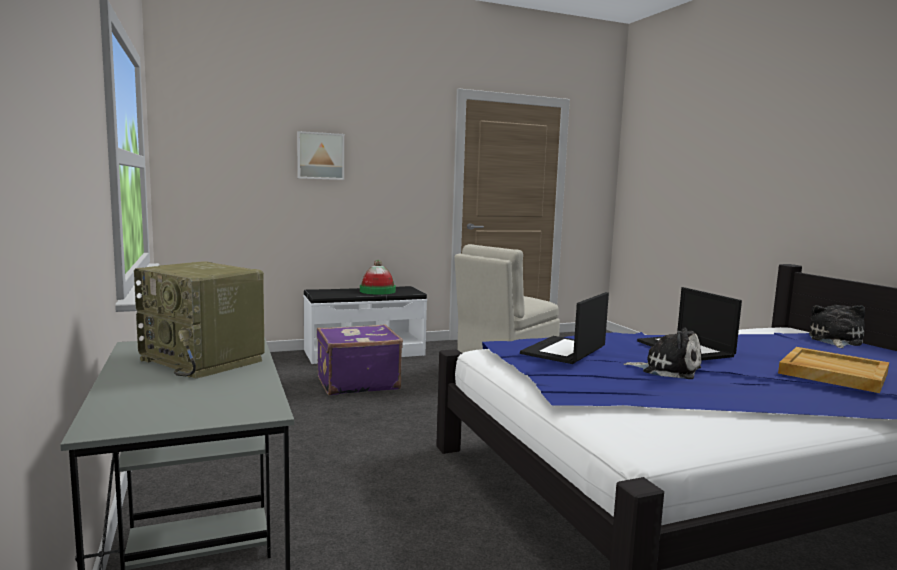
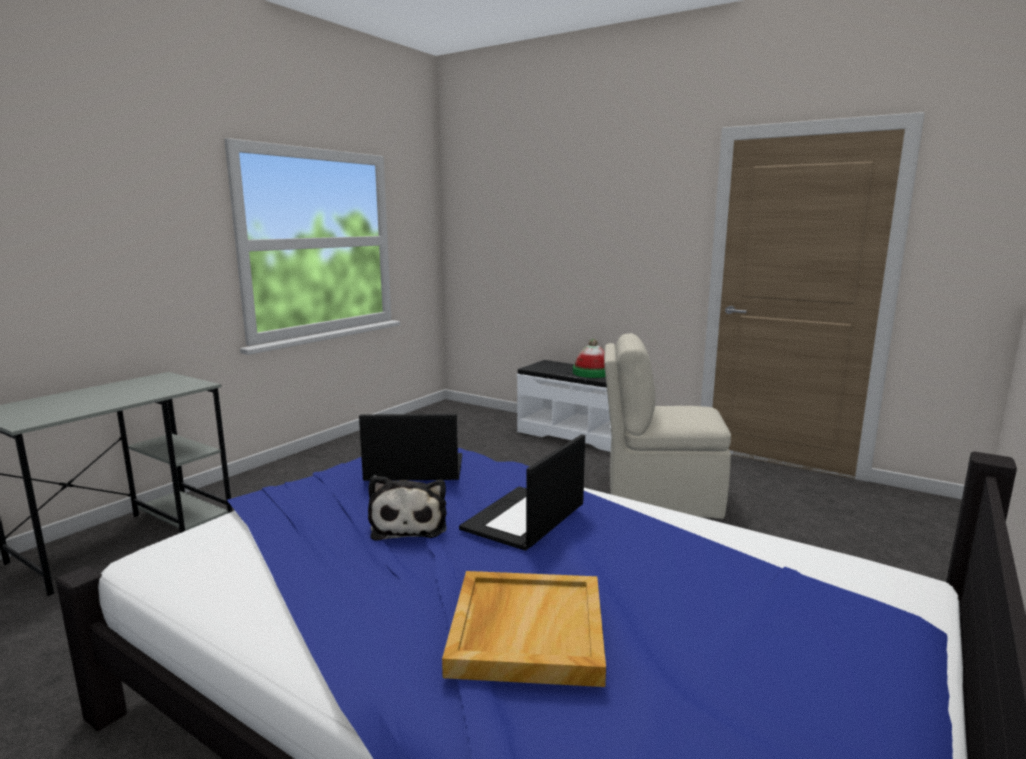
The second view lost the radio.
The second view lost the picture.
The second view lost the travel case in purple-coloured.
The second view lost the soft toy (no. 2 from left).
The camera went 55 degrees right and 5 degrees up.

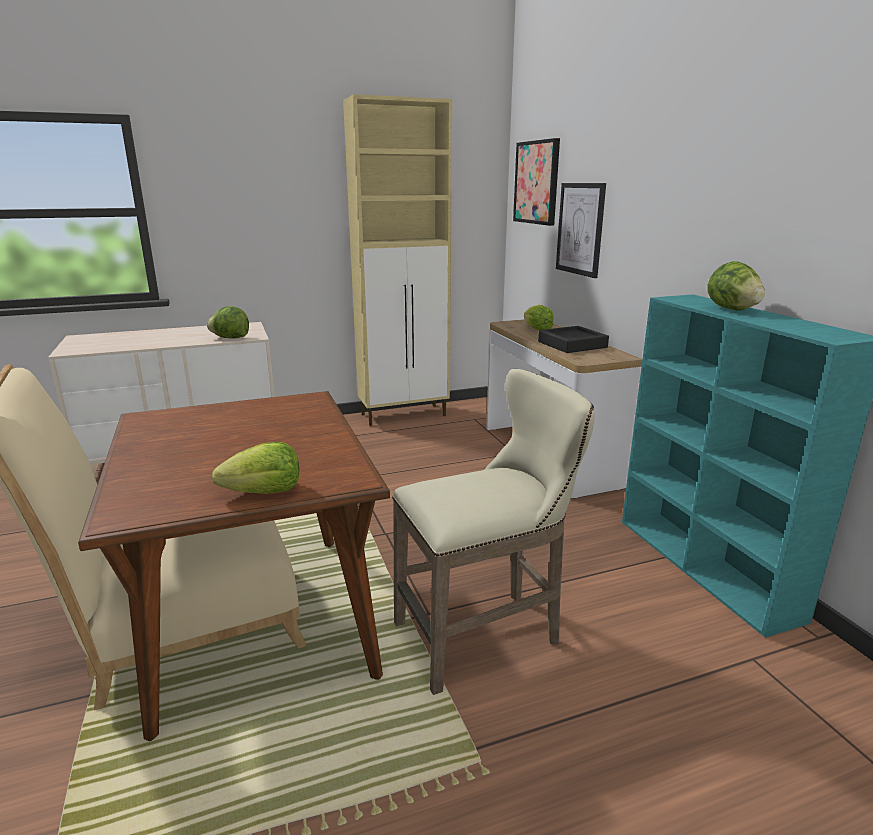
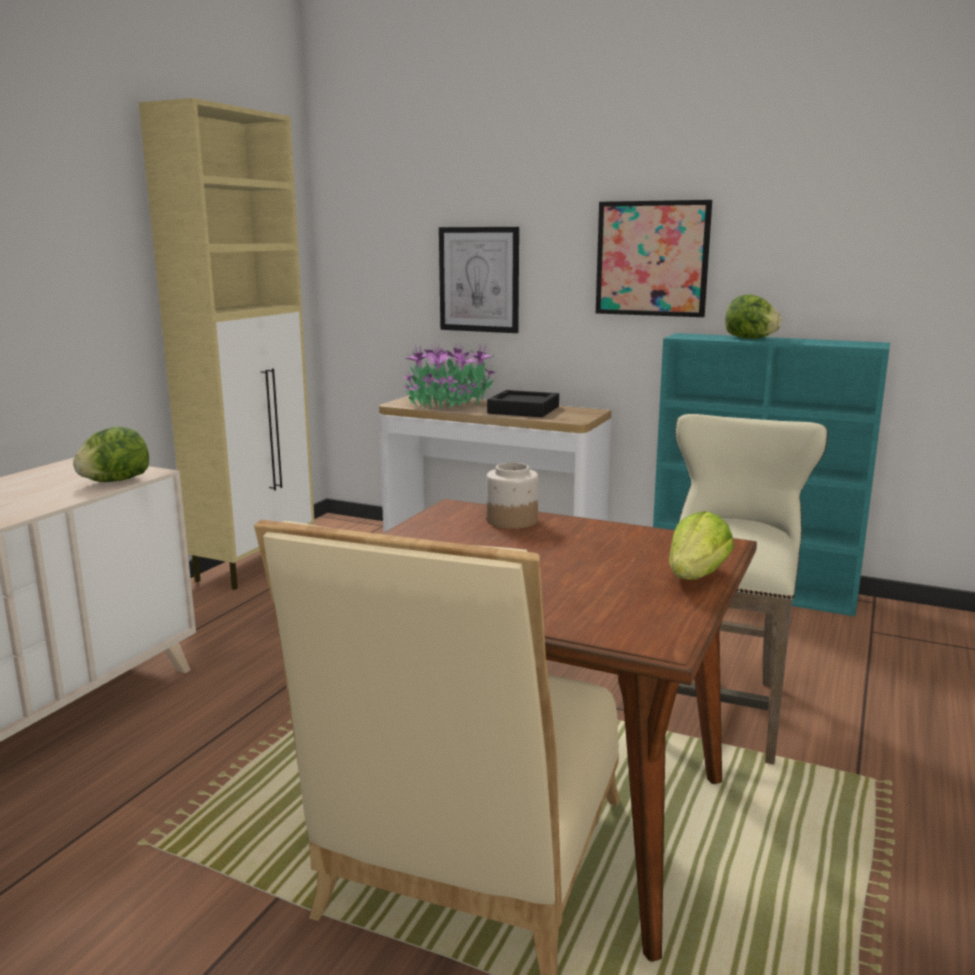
Where the lettuce head (no. 3 from left) stood, the potted plant came to stand.
The second view gained the preserve jar.
The picture (no. 1 from left in the first image) ended up elsewhere.
The camera went 45 degrees left and 5 degrees down.

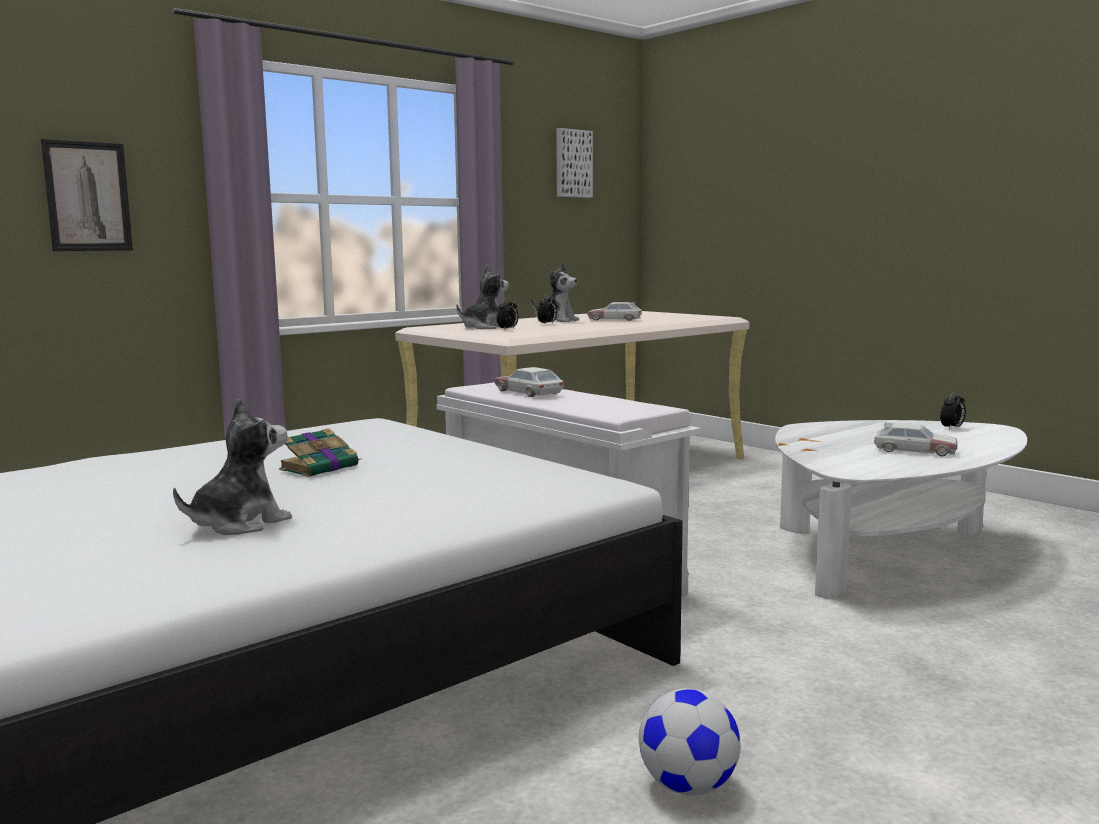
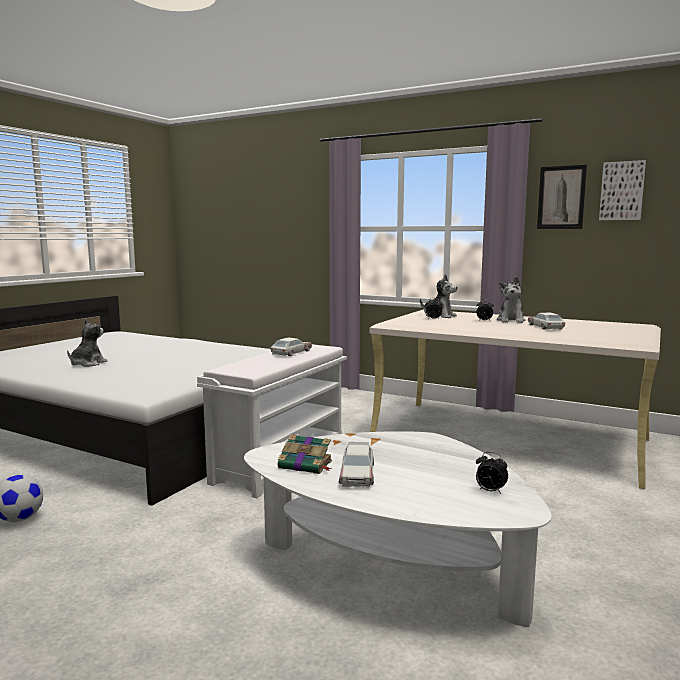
The soft toy (no. 1 from left) ended up facing another way, 90 degrees counterclockwise from before.
The bound book ended up elsewhere.
The picture (no. 1 from left) ended up elsewhere.
The camera went 70 degrees right and 0 degrees up.

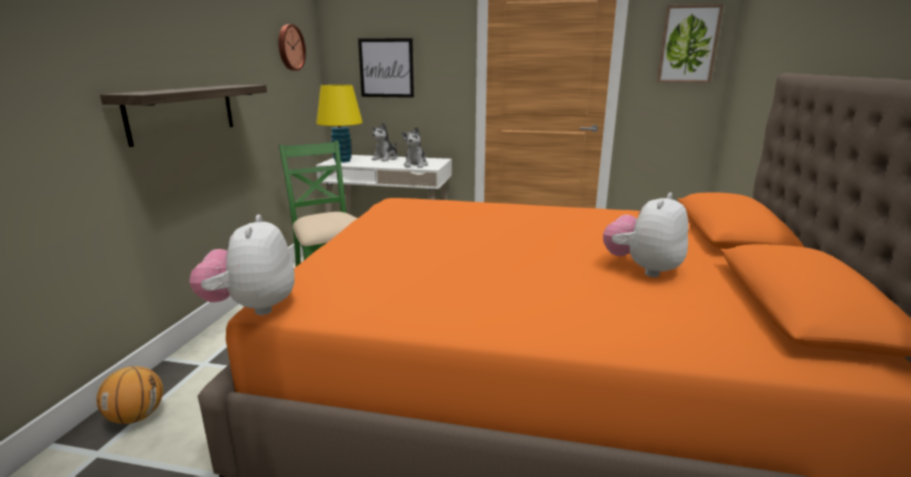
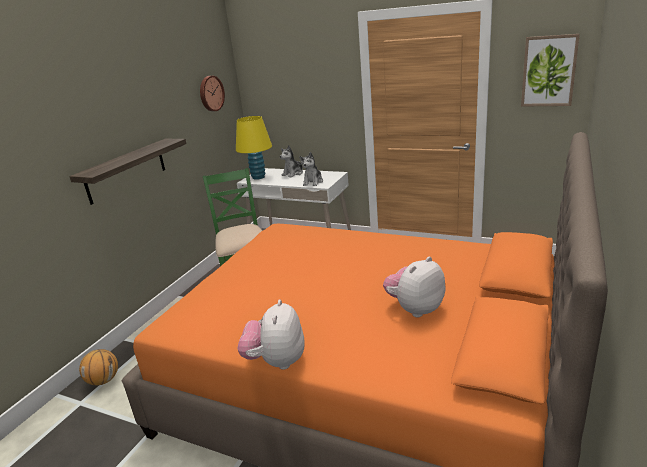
The soft toy (no. 1 from left) ended up elsewhere.
The second view lost the picture (no. 1 from left).
The camera went 15 degrees right and 5 degrees up.

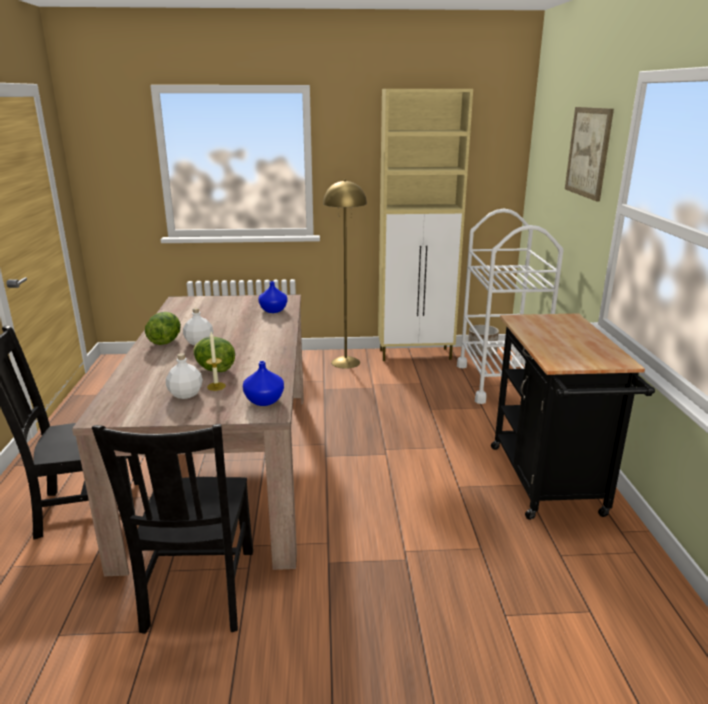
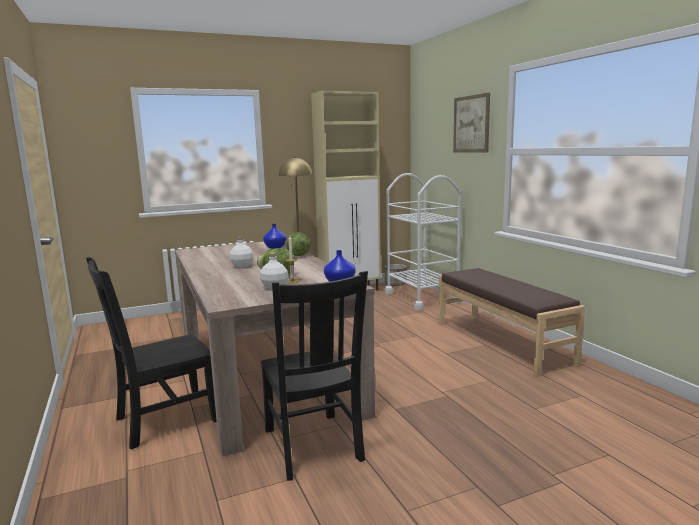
The lettuce head (no. 1 from left in the first image) ended up elsewhere.
Where the trolley in black-coloured stood, the bench in brownish came to stand.
The camera went 20 degrees left and 10 degrees down.

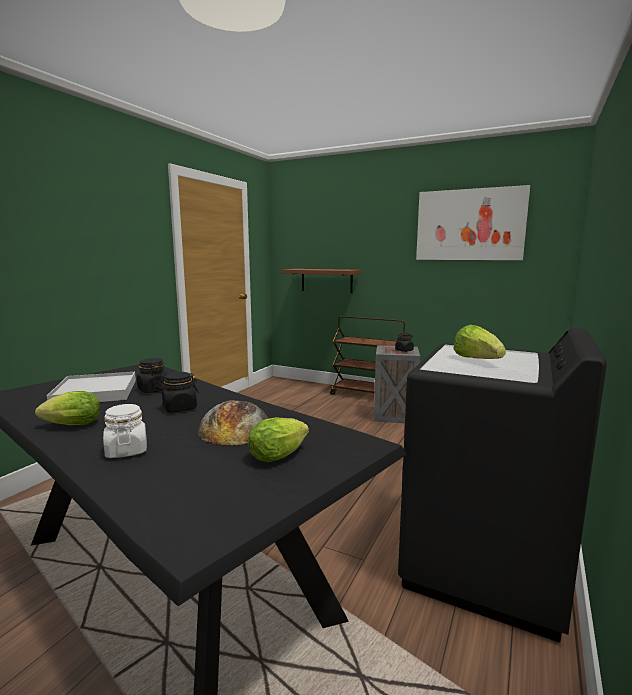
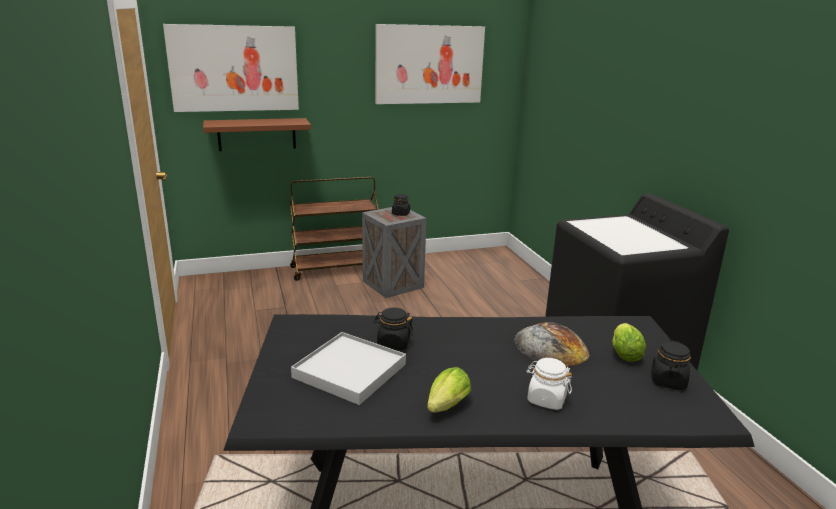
The second view gained the picture (no. 1 from left).
The preserve jar in black-coloured (no. 2 from left in the first image) ended up elsewhere.
The second view lost the lettuce head (no. 3 from left).
The camera went 45 degrees left and 10 degrees up.

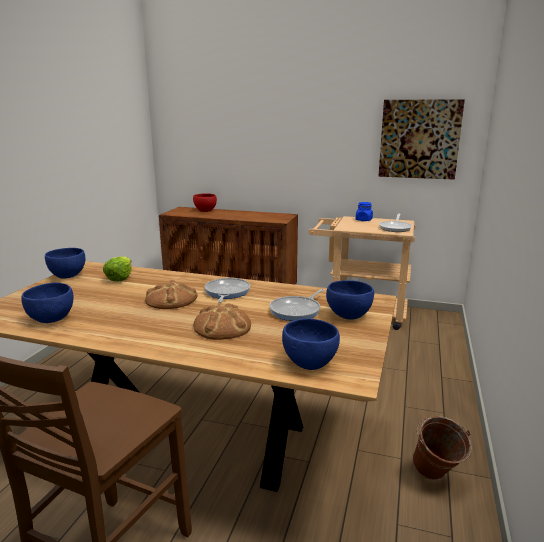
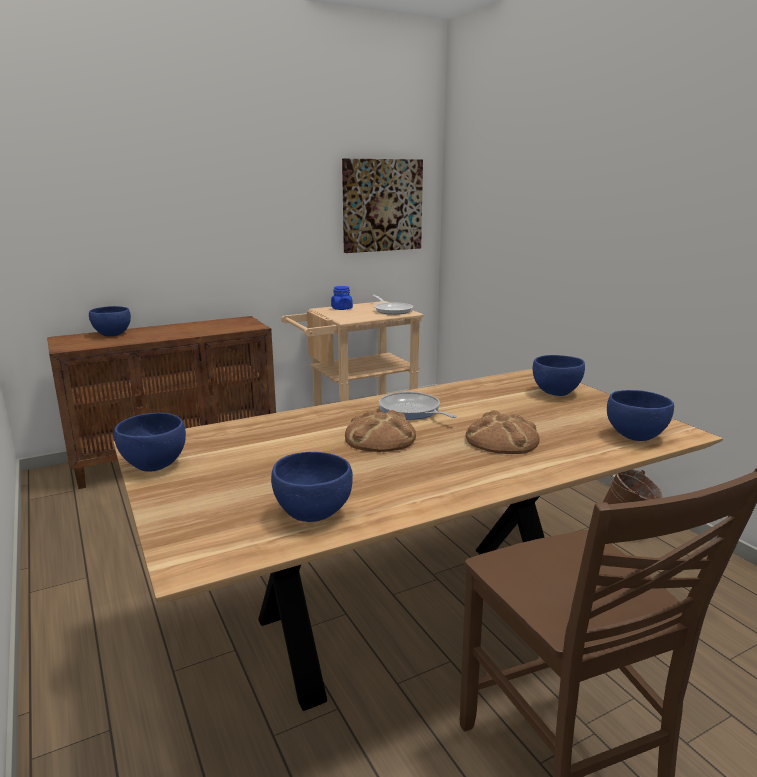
What was the serving bowl in red-coloured turned into the serving bowl in bluish (no. 1 from left).
The second view lost the lettuce head.
The second view lost the skillet (no. 2 from left).
The camera went 45 degrees left and 0 degrees up.

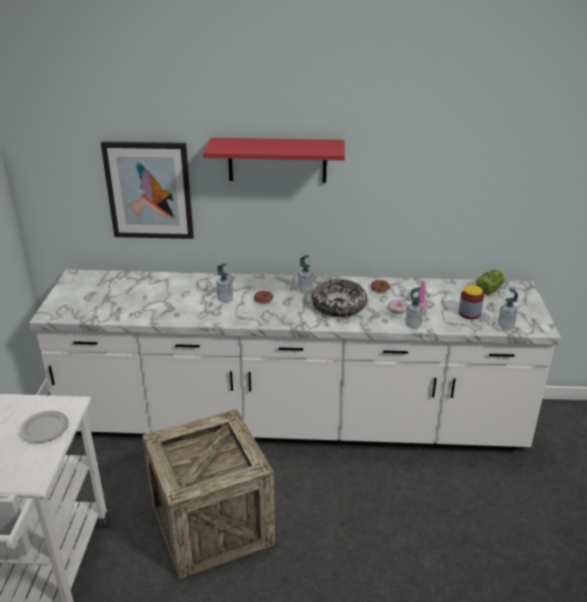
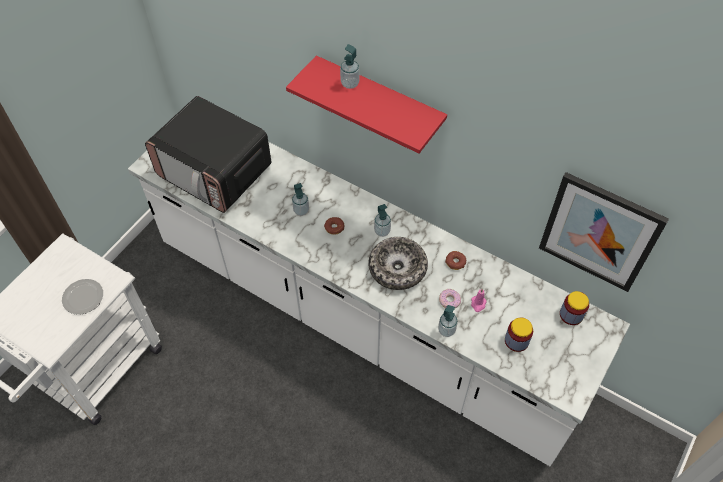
The second view gained the microwave oven.
The liquid soap bottle (no. 4 from left in the first image) ended up elsewhere.
The picture ended up elsewhere.
Where the lettuce head stood, the preserve jar (no. 2 from left) came to stand.
The second view lost the packing crate.
The camera went 30 degrees right and 25 degrees up.

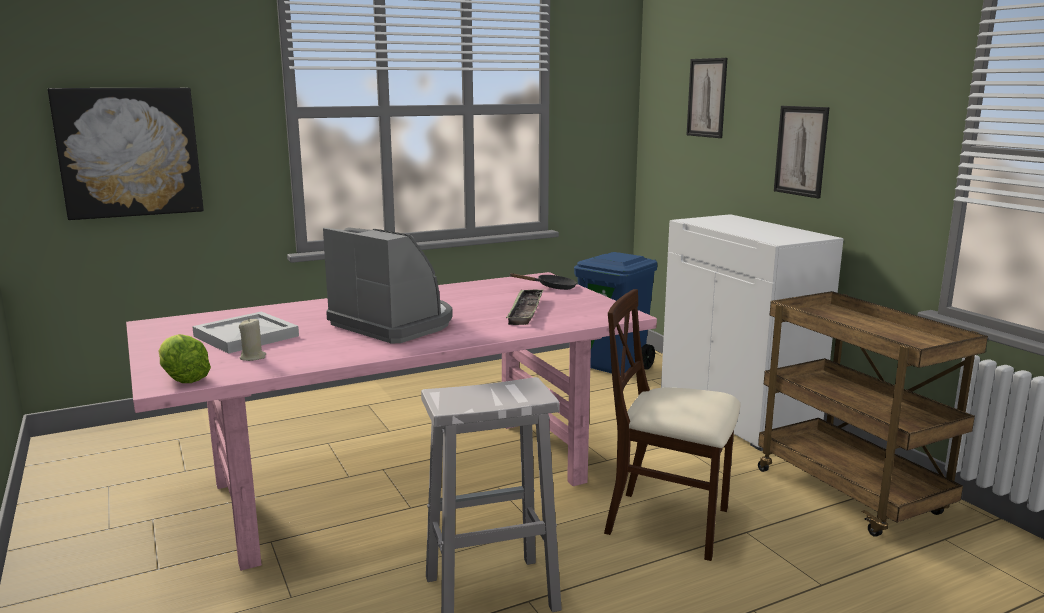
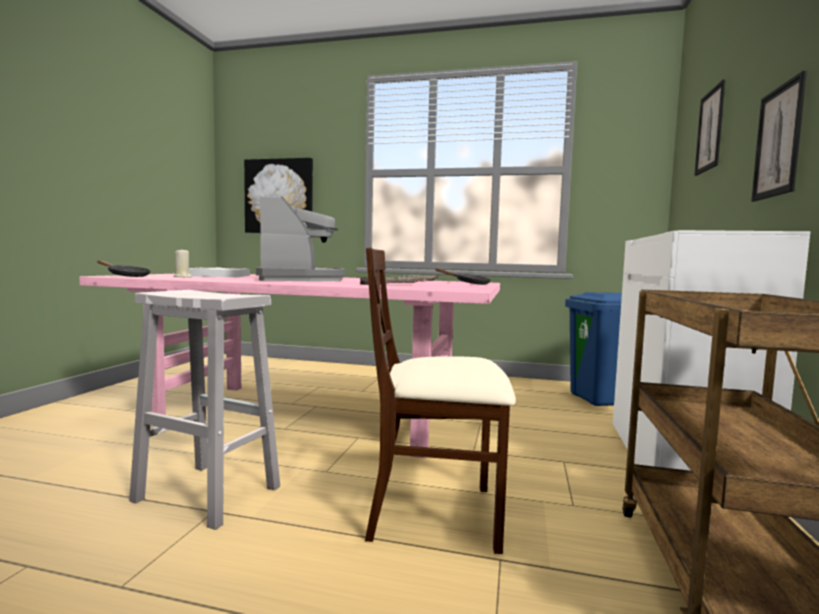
Where the lettuce head stood, the skillet in black-coloured (no. 1 from left) came to stand.
The upright chair in beige-coloured ended up facing another way, 60 degrees counterclockwise from before.
The camera went 40 degrees right and 10 degrees down.

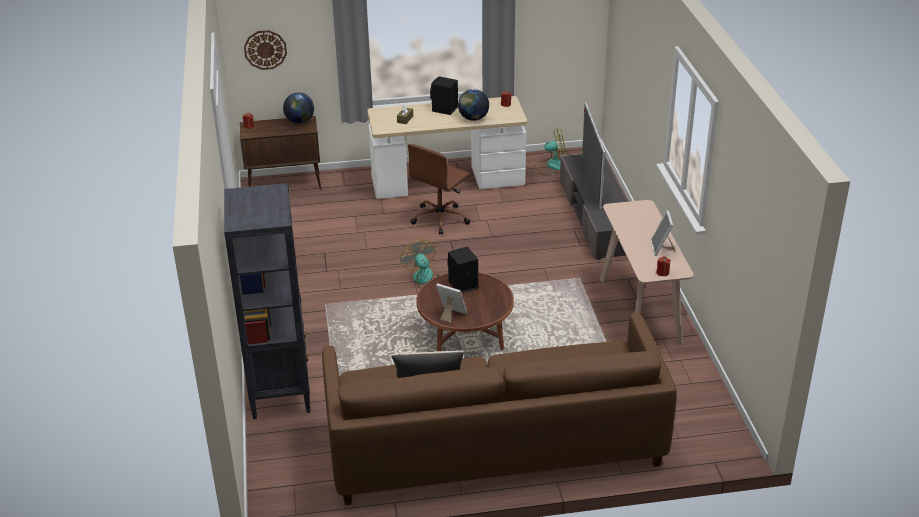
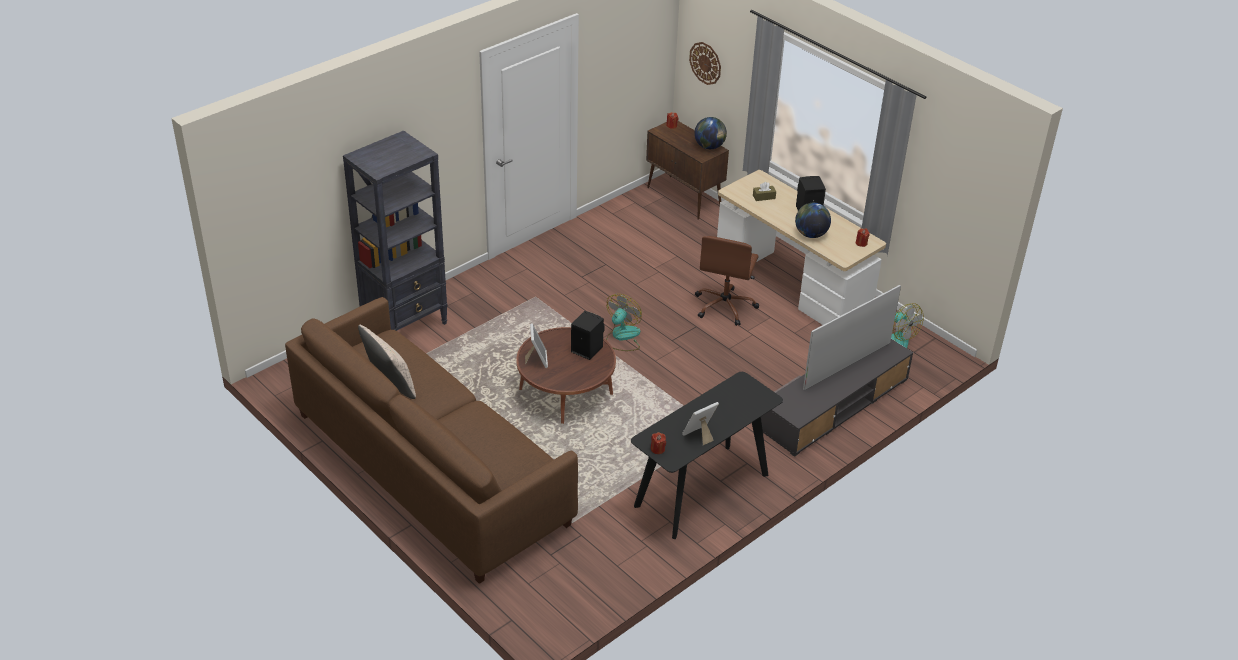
What was the console table in beige-coloured turned into the console table in black-coloured.
The office chair in brownish ended up facing another way, 75 degrees counterclockwise from before.
The camera went 55 degrees right and 5 degrees up.

